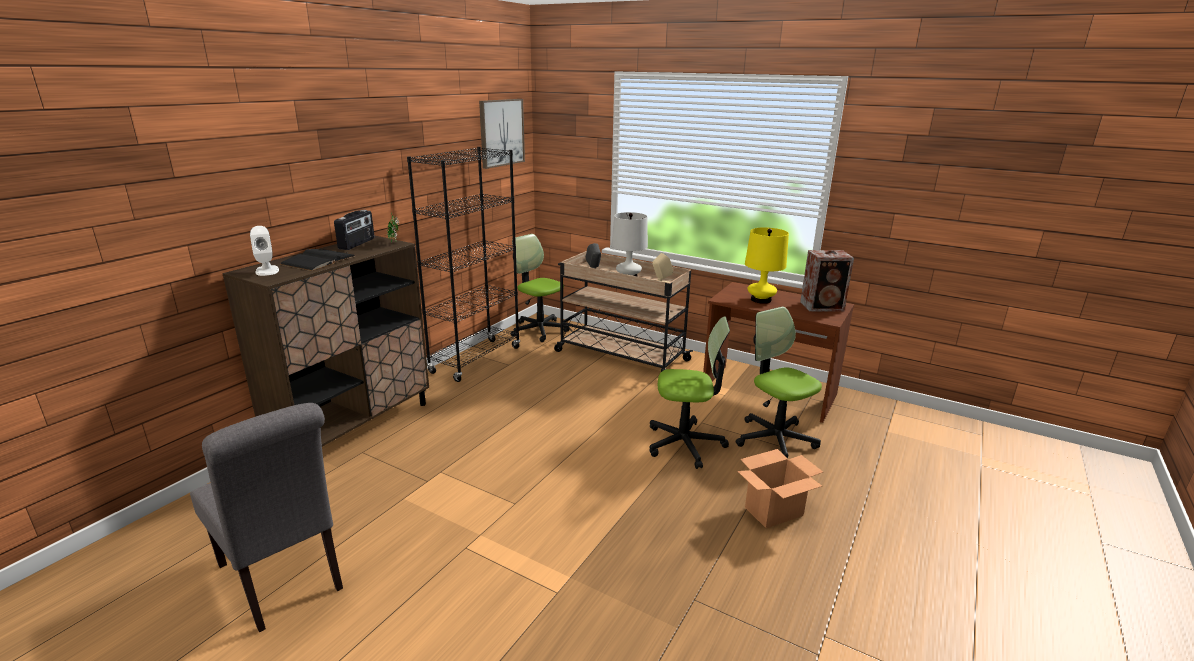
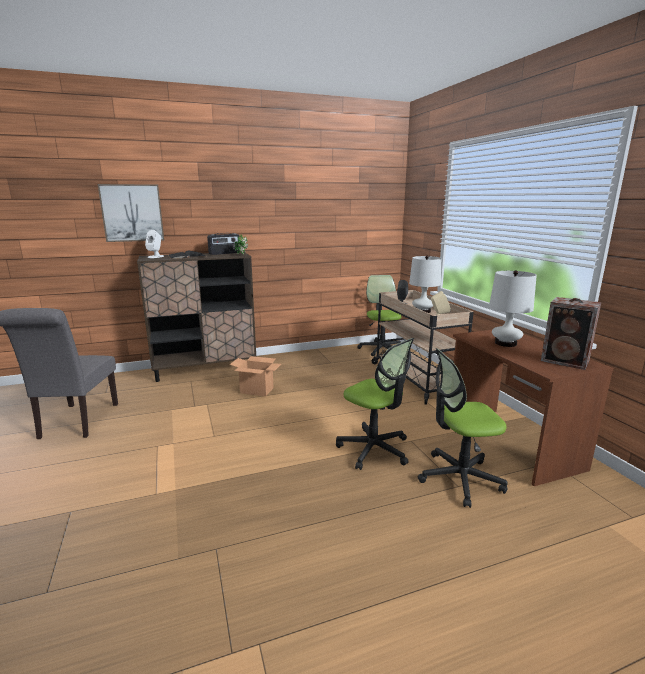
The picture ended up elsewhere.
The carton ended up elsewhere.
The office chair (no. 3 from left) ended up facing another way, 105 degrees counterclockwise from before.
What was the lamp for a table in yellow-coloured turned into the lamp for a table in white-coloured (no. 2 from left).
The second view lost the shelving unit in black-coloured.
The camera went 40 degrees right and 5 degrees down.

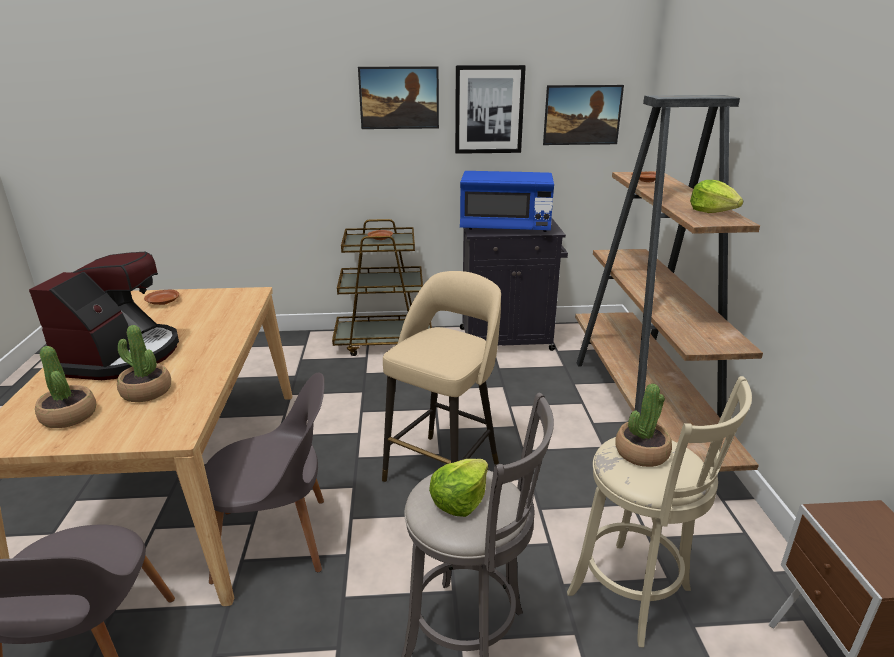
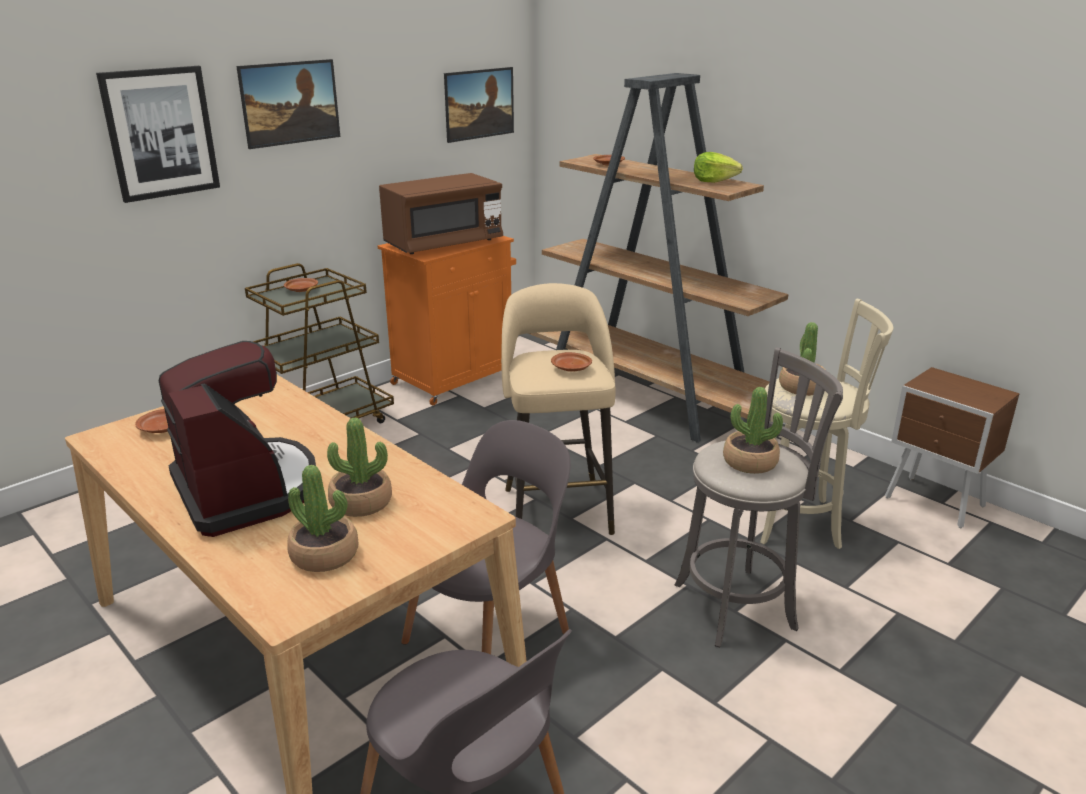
The picture (no. 2 from left in the first image) ended up elsewhere.
What was the cupboard in black-coloured turned into the cupboard in orange.
What was the microwave oven in bluish turned into the microwave oven in brownish.
The second view gained the flat dish in brownish (no. 3 from left).
Where the lettuce head (no. 1 from left) stood, the potted plant (no. 3 from left) came to stand.
The camera went 40 degrees left and 0 degrees up.

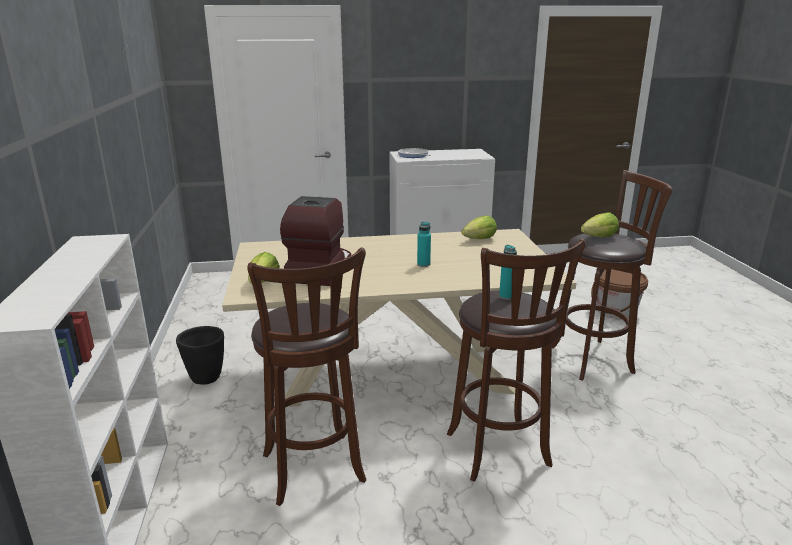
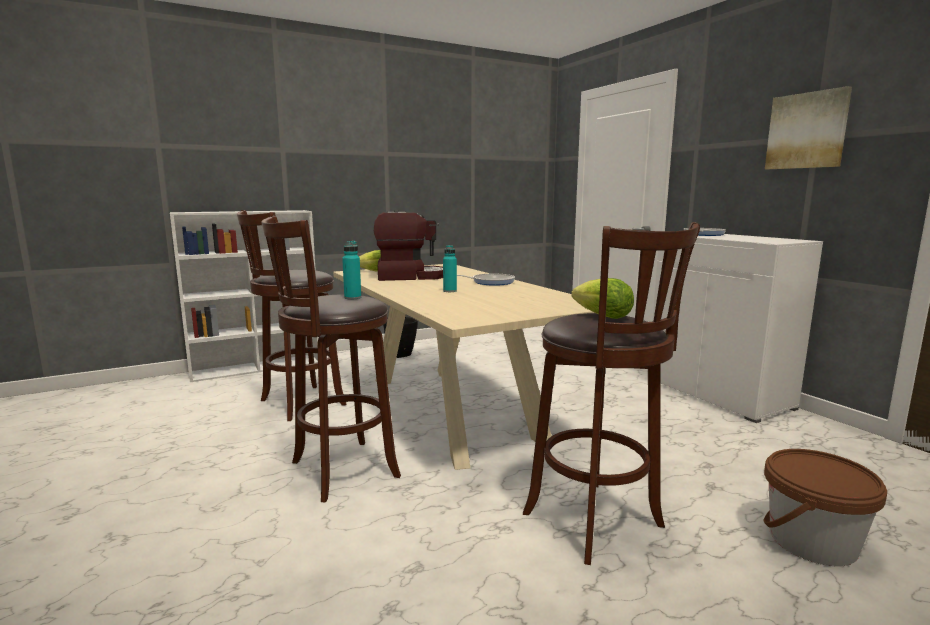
The second view gained the skillet (no. 1 from left).
The second view gained the picture.
The second view lost the lettuce head (no. 2 from left).
The camera went 70 degrees right and 10 degrees down.

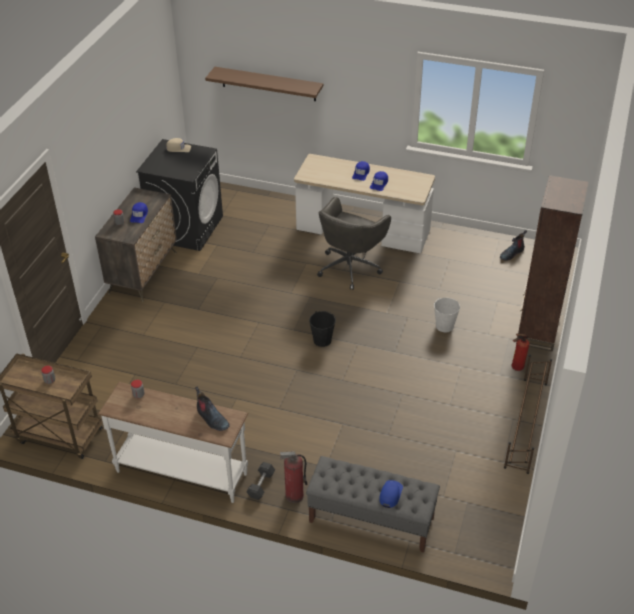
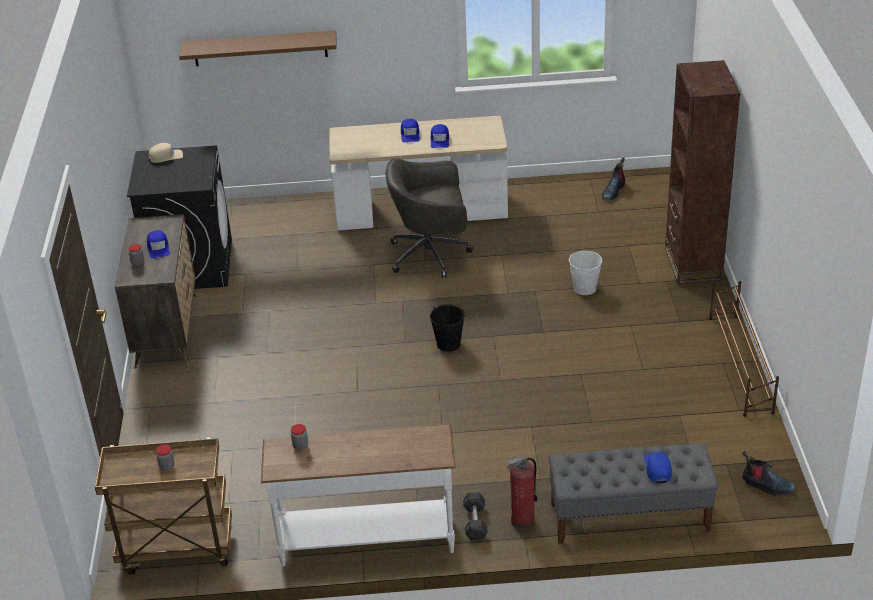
The office chair in grey ended up facing another way, 75 degrees clockwise from before.
The high-top boot (no. 1 from left in the first image) ended up elsewhere.
The second view lost the extinguisher (no. 2 from left).
The camera went 20 degrees left and 5 degrees down.

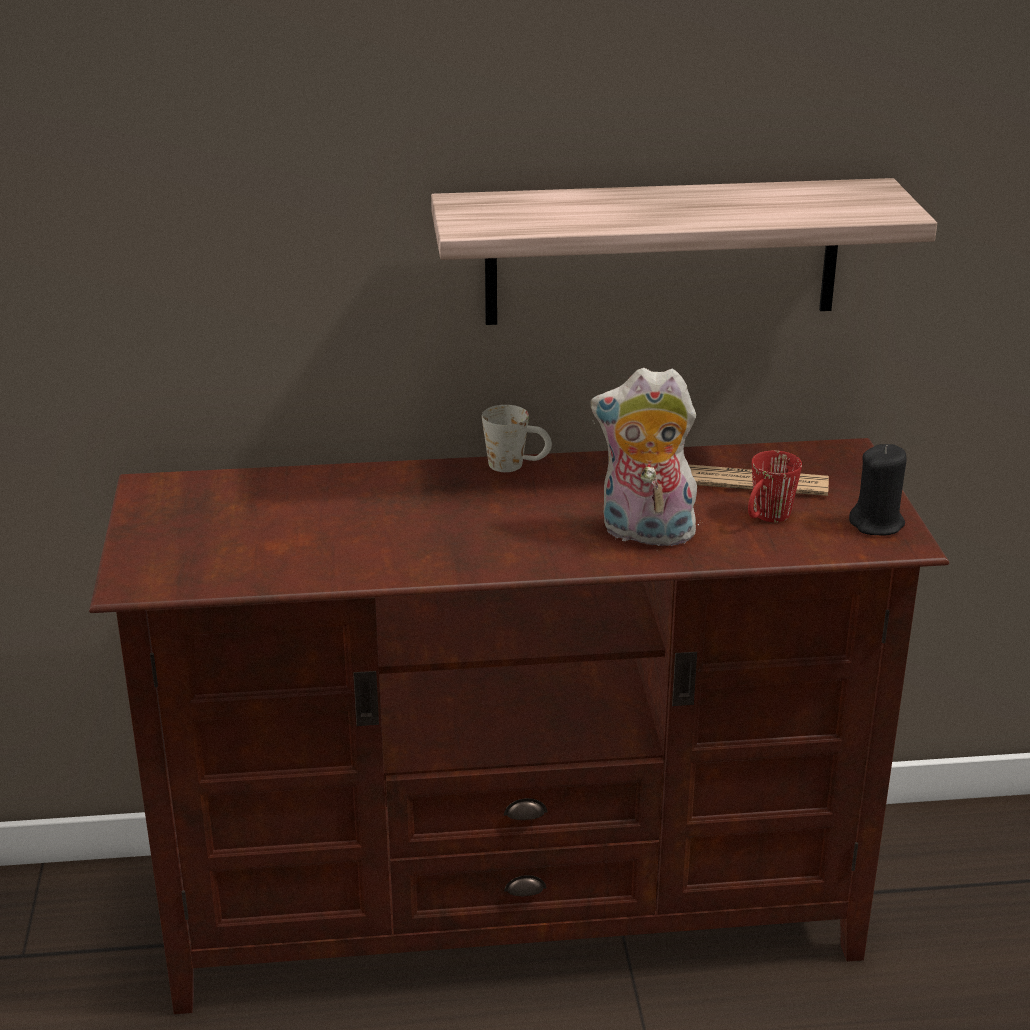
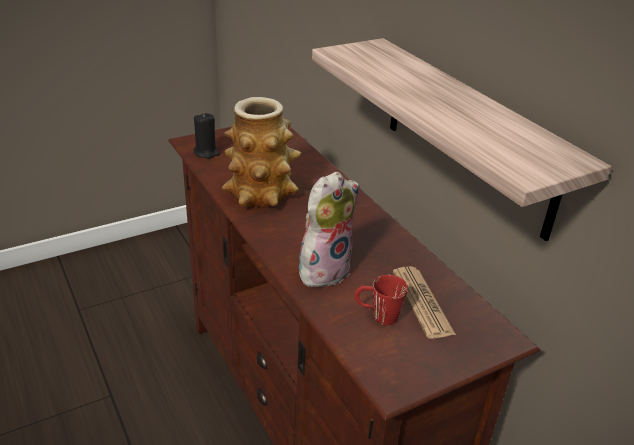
The wax candle in black-coloured ended up elsewhere.
The second view gained the vase.
The soft toy ended up facing another way, 60 degrees clockwise from before.
The second view lost the mug in white-coloured.
The camera went 65 degrees right and 5 degrees up.

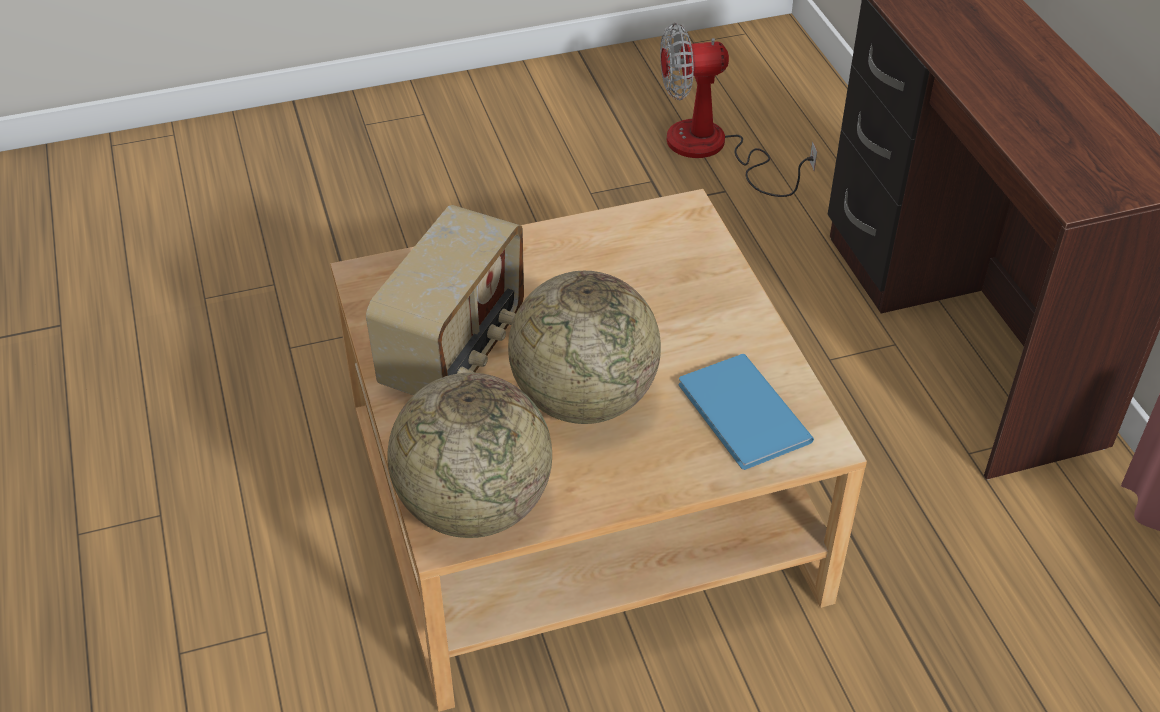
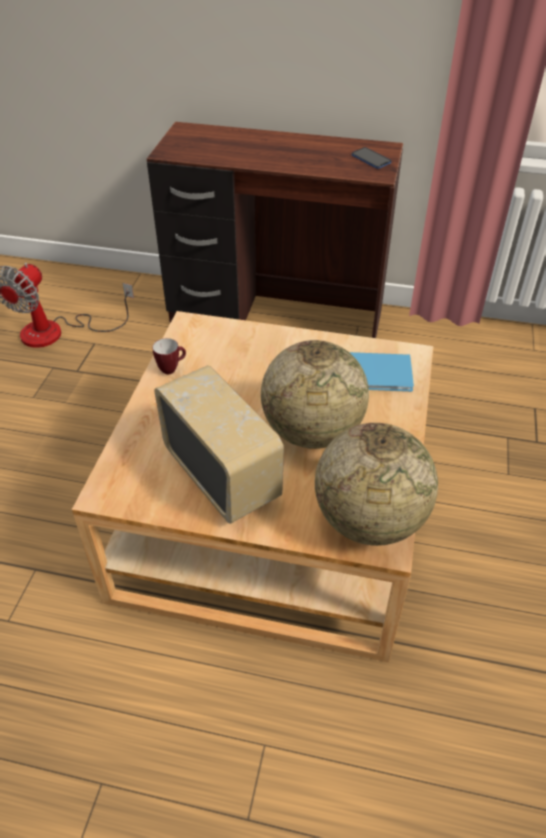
The second view gained the mug.
The second view gained the telephone.
The camera went 60 degrees left and 0 degrees up.

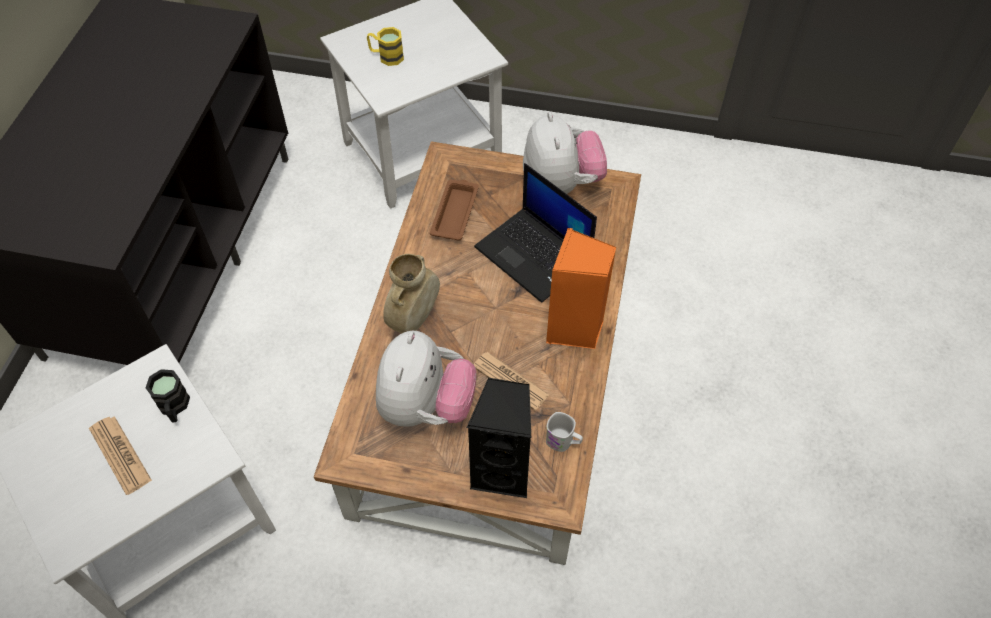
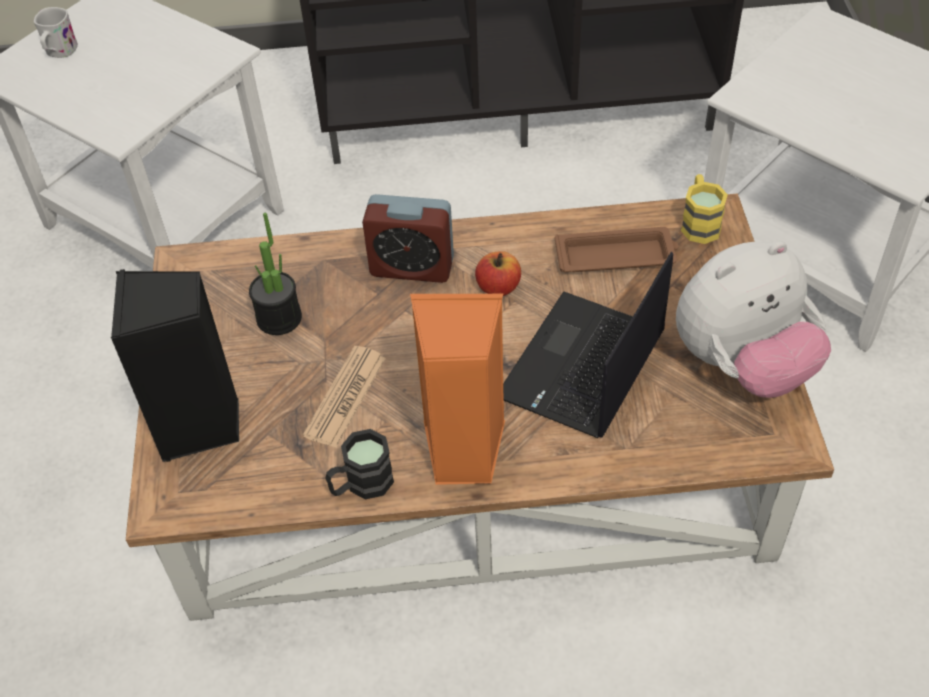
The mug in white-coloured ended up elsewhere.
Where the soft toy (no. 1 from left) stood, the potted plant came to stand.
The mug in black-coloured ended up elsewhere.
Where the vase in beige-coloured stood, the alarm clock came to stand.
The second view gained the apple.
The mug in yellow-coloured ended up elsewhere.
The second view lost the printed paper (no. 1 from left).
The camera went 75 degrees right and 5 degrees down.

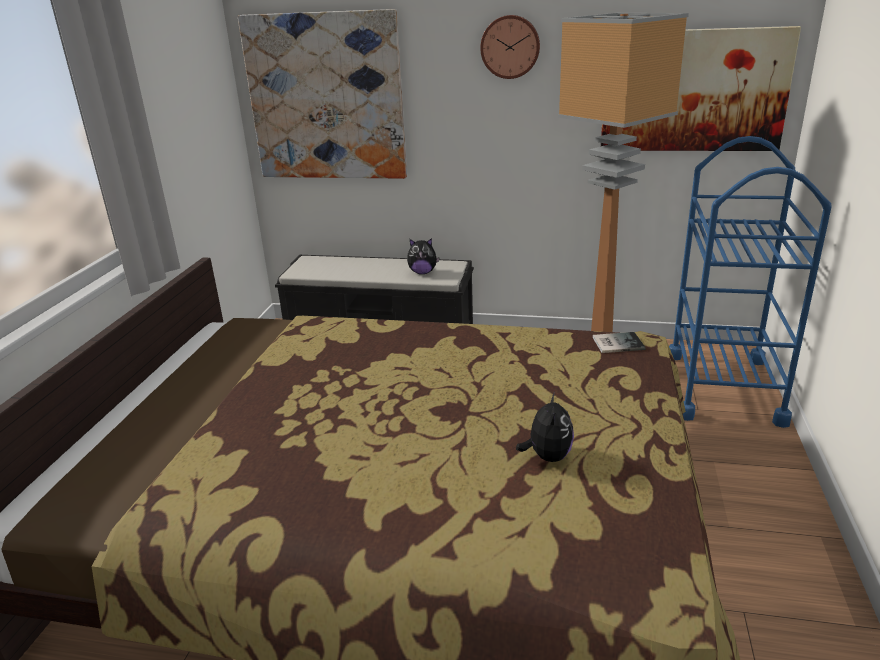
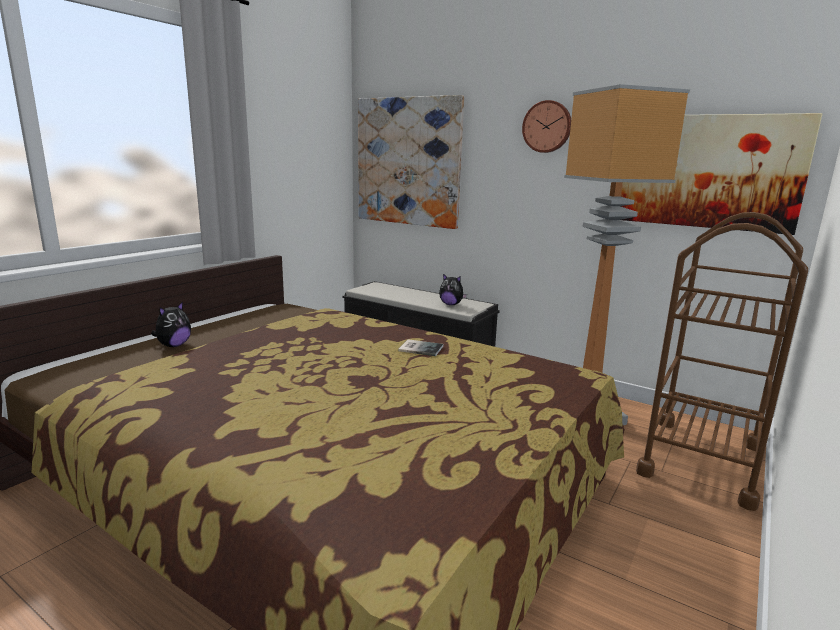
The soft toy (no. 2 from left in the first image) ended up elsewhere.
The bound book ended up elsewhere.
What was the trolley in bluish turned into the trolley in brownish.
The camera went 20 degrees right and 10 degrees down.

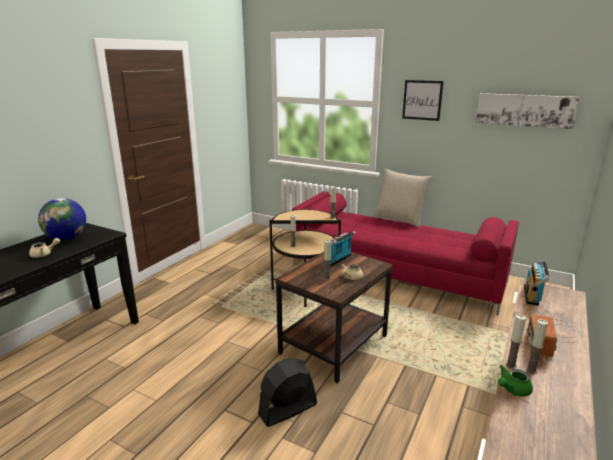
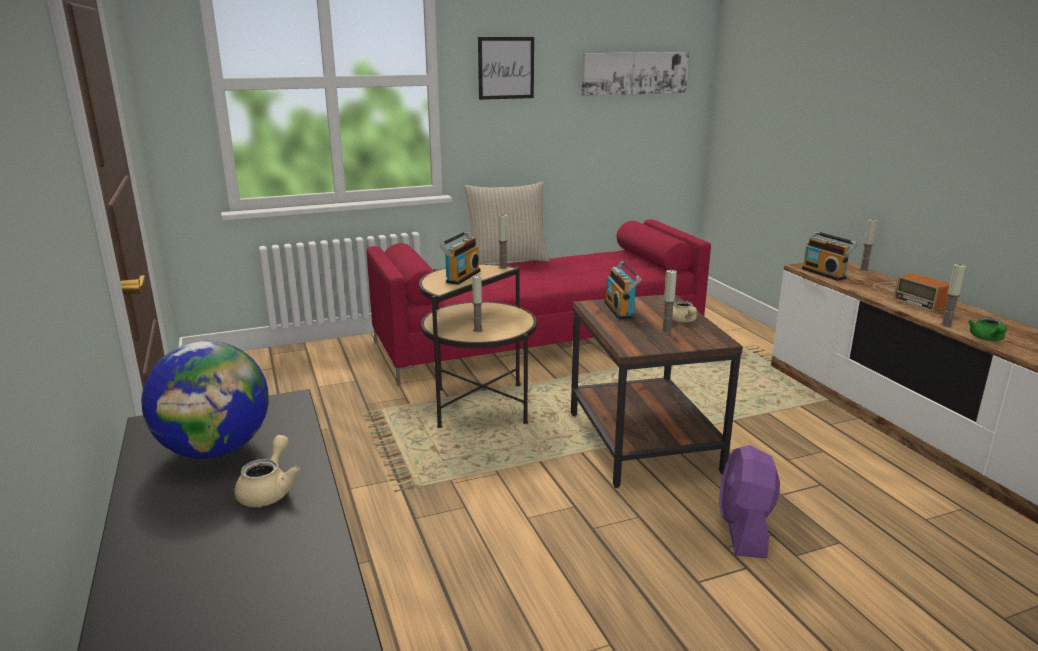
The second view gained the radio (no. 1 from left).
What was the fan in black-coloured turned into the fan in purple-coloured.
The wax candle (no. 5 from left in the first image) ended up elsewhere.
The camera went 50 degrees left and 0 degrees up.

